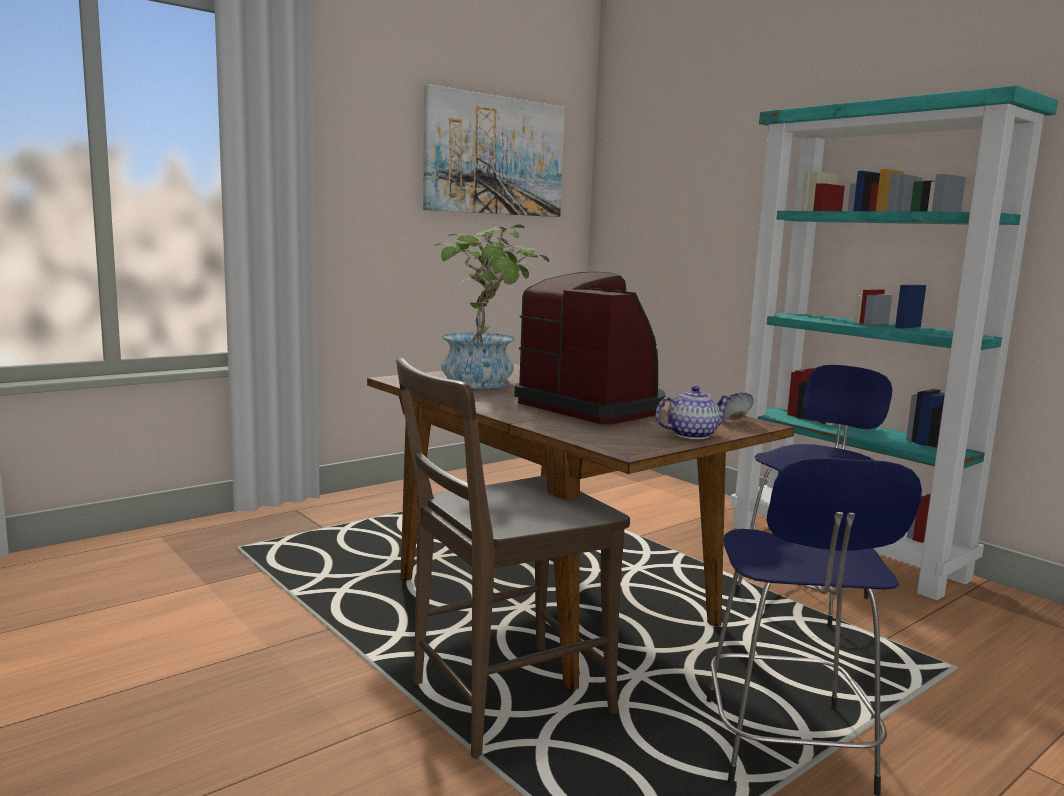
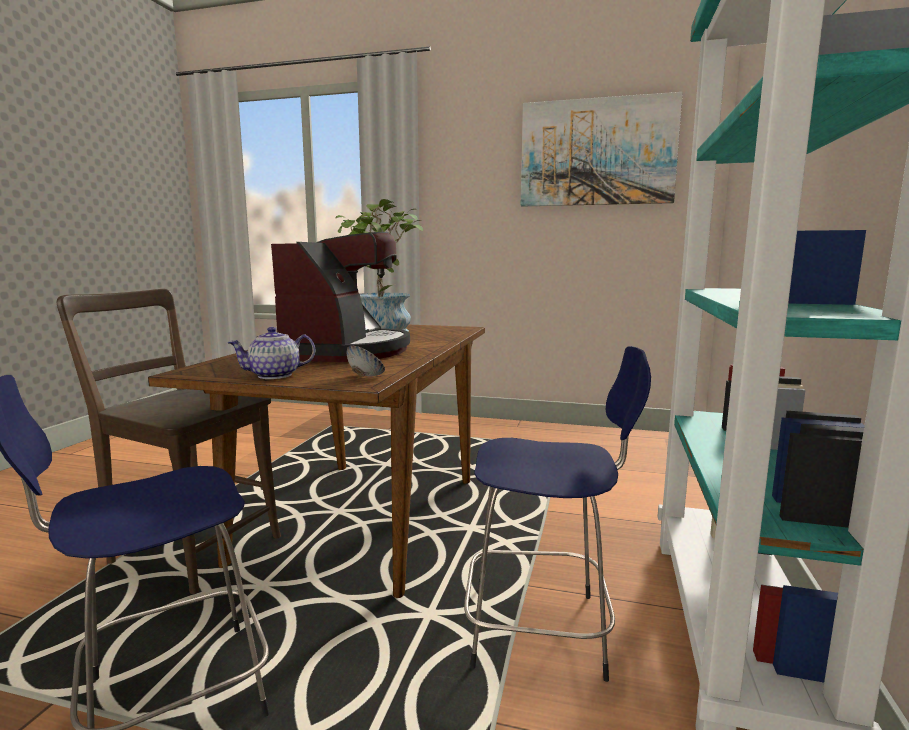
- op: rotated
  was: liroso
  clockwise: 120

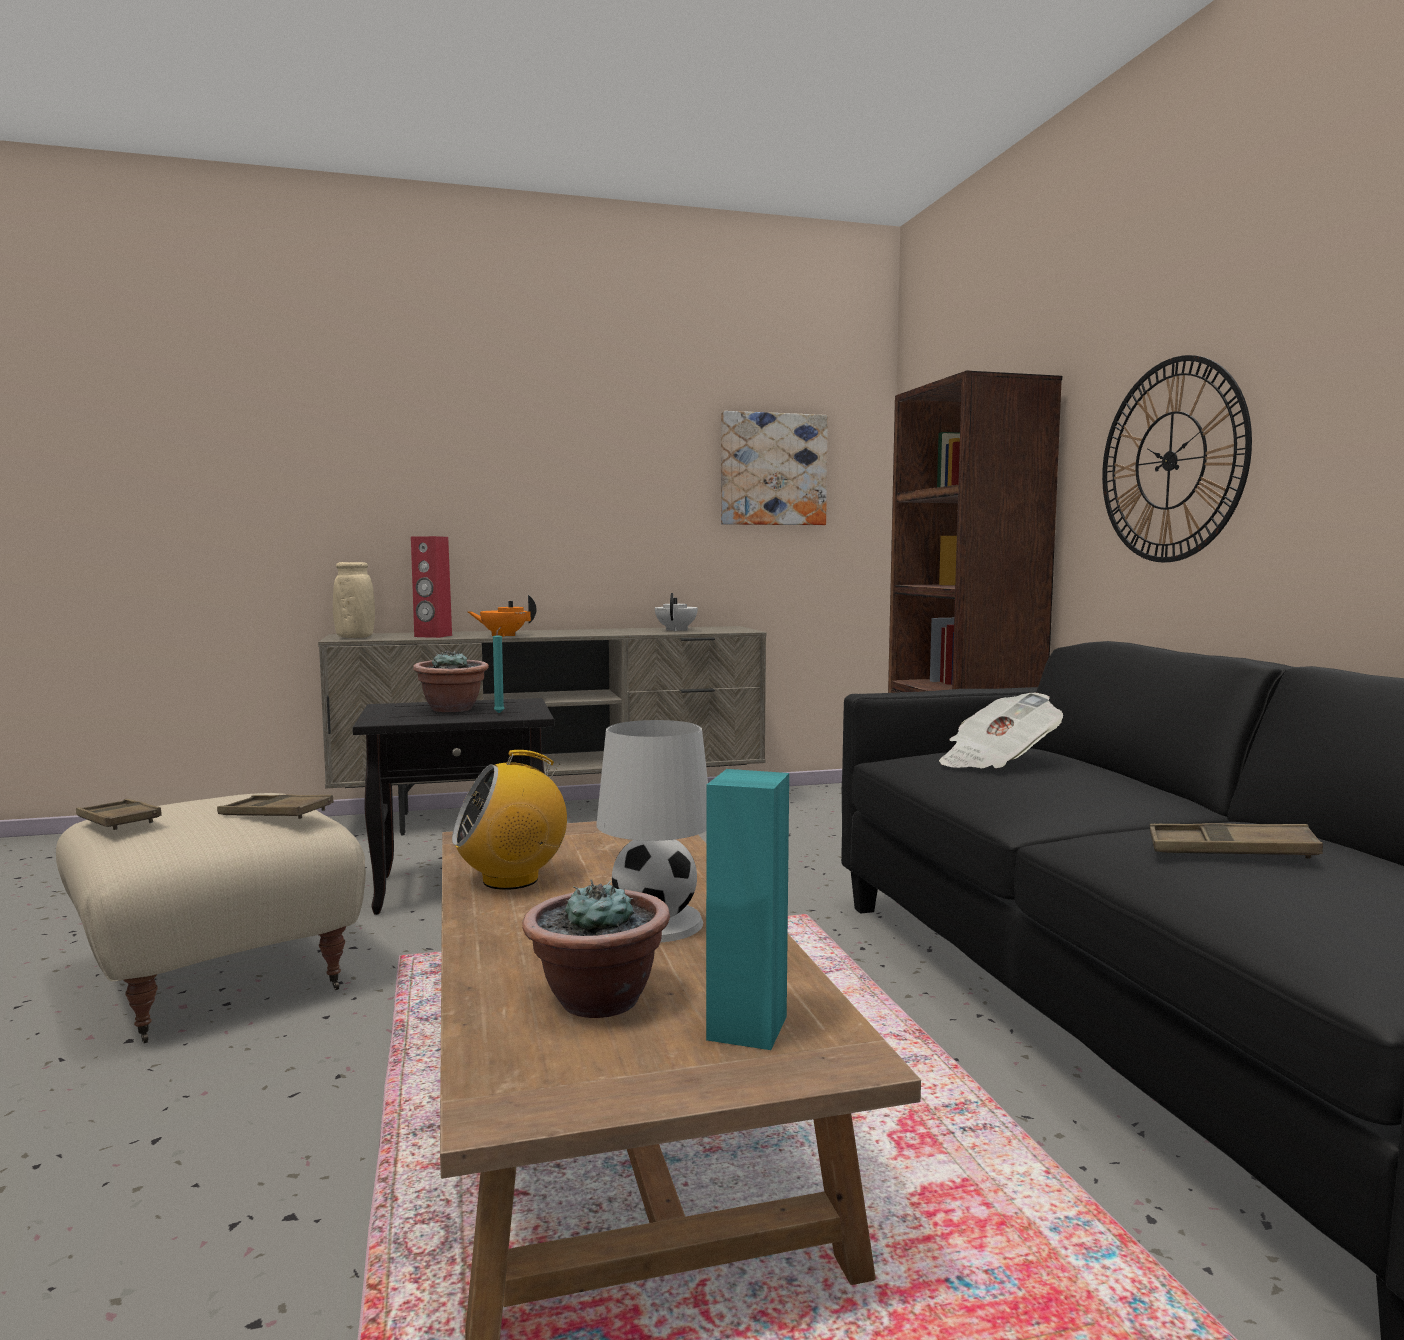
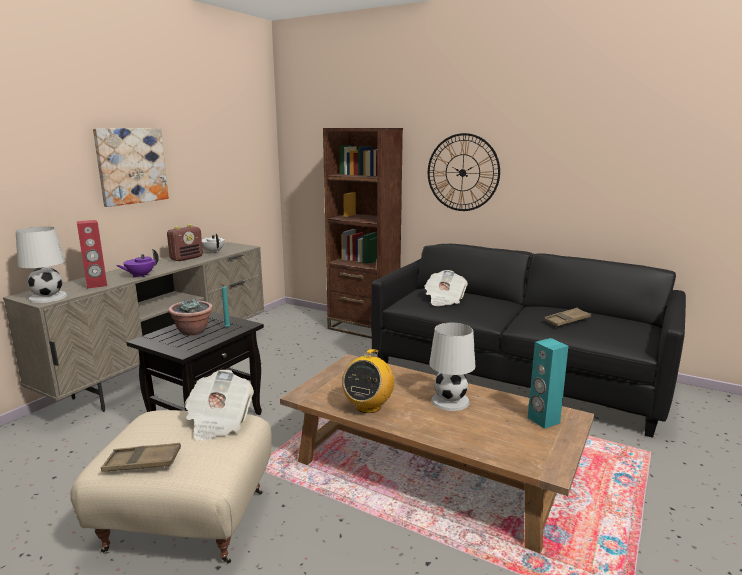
- op: swapped
  was: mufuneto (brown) (no. 2 from left)
  now: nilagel (no. 1 from left)
- op: swapped
  was: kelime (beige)
  now: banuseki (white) (no. 1 from left)
- op: repainted
  was: liroso (orange)
  now: liroso (purple)
- op: gone
  was: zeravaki (no. 2 from left)
- op: shifted
  was: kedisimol
- op: new
  now: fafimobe (no. 1 from left)

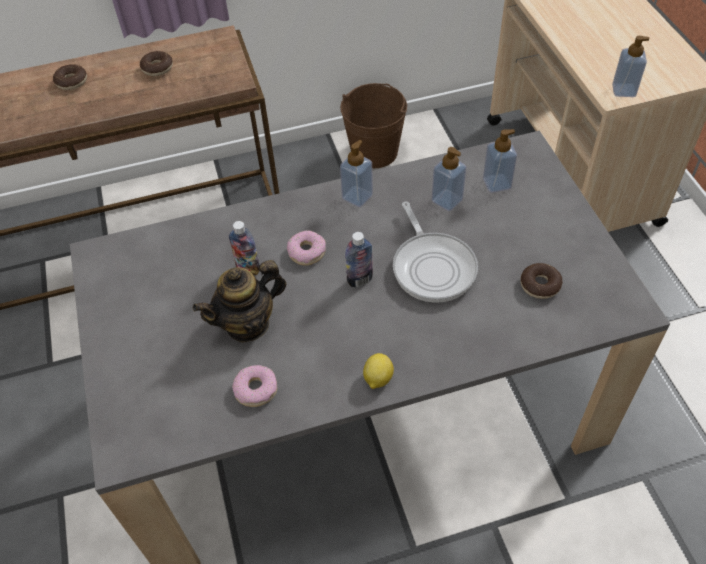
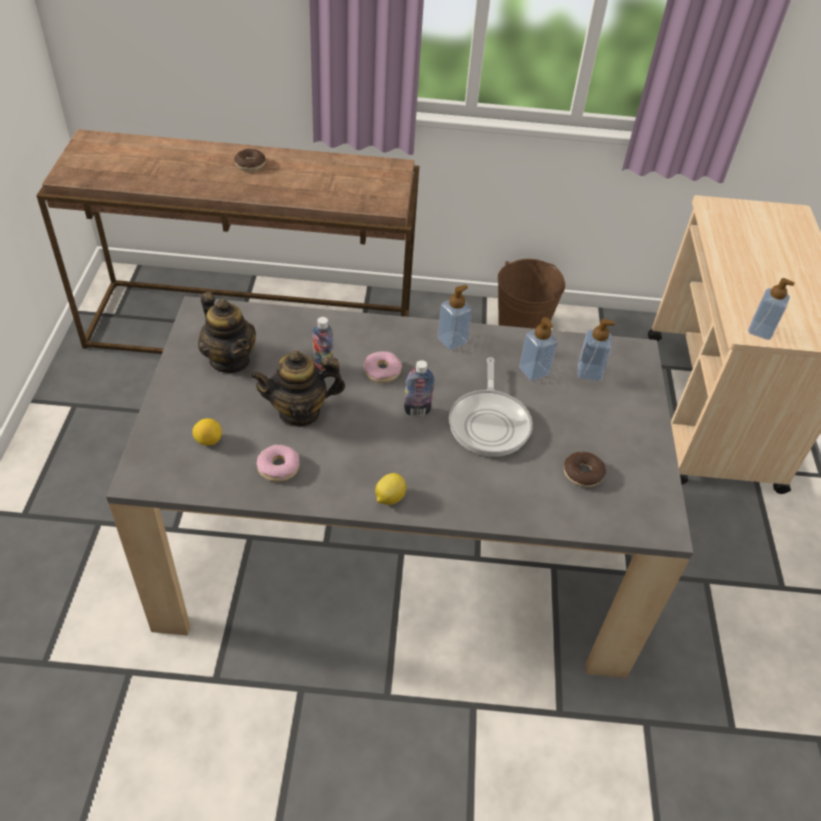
- op: gone
  was: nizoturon (no. 2 from left)
- op: new
  now: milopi (no. 1 from left)
- op: new
  now: liroso (no. 1 from left)

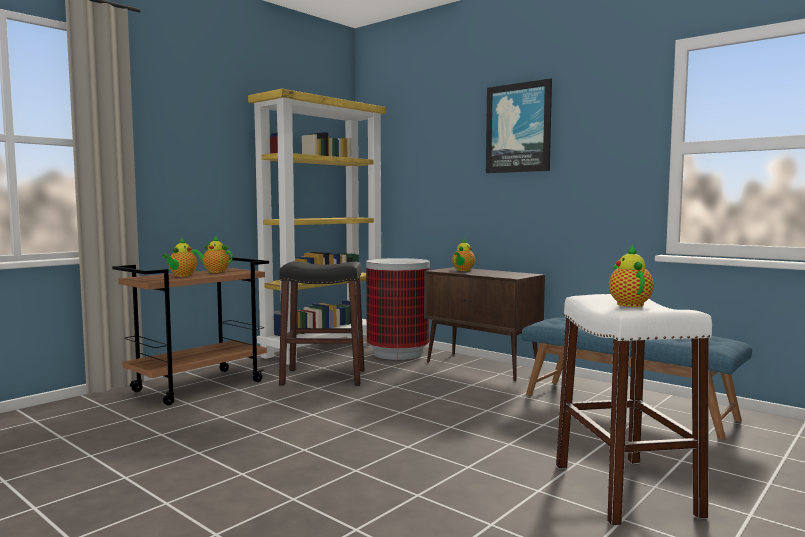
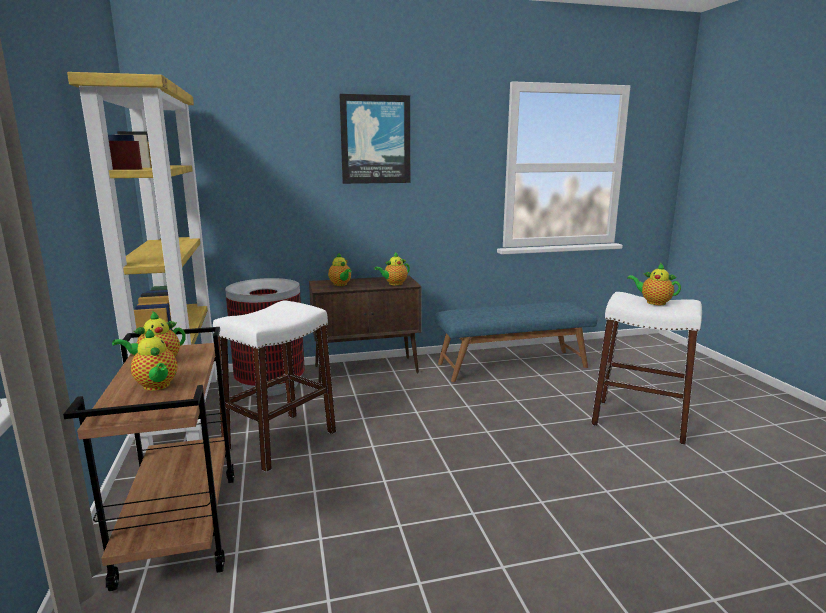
- op: repainted
  was: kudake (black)
  now: kudake (white) (no. 1 from left)
- op: new
  now: liroso (no. 4 from left)

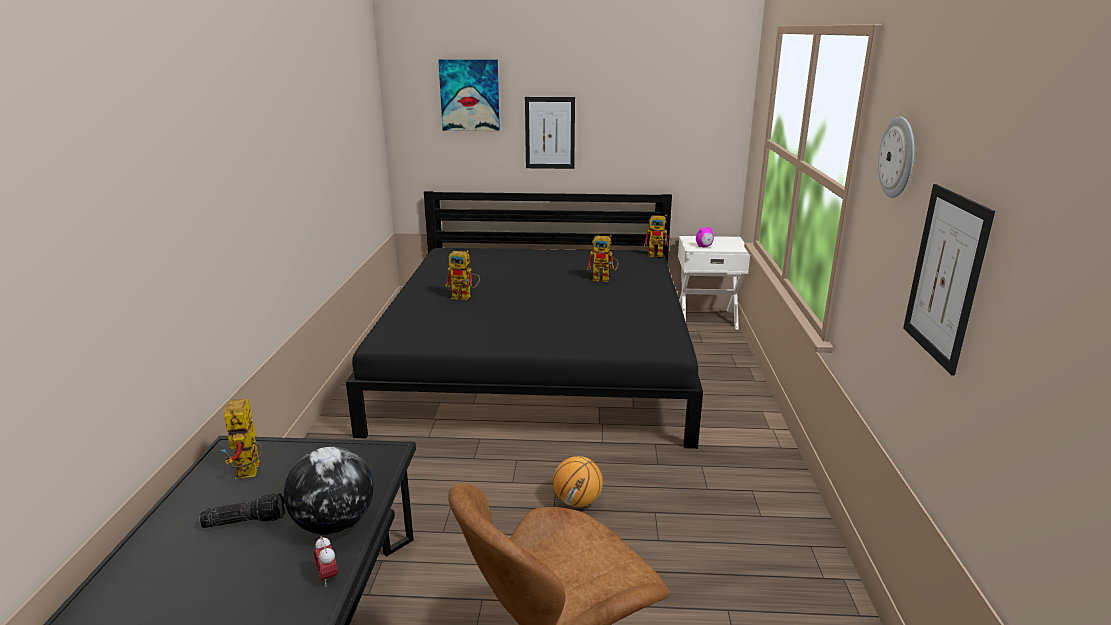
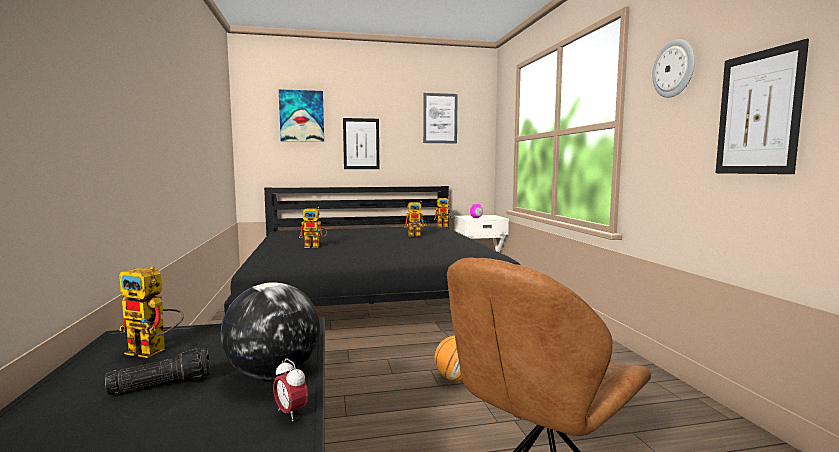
- op: rotated
  was: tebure (no. 1 from left)
  clockwise: -45
- op: new
  now: kedisimol (no. 3 from left)

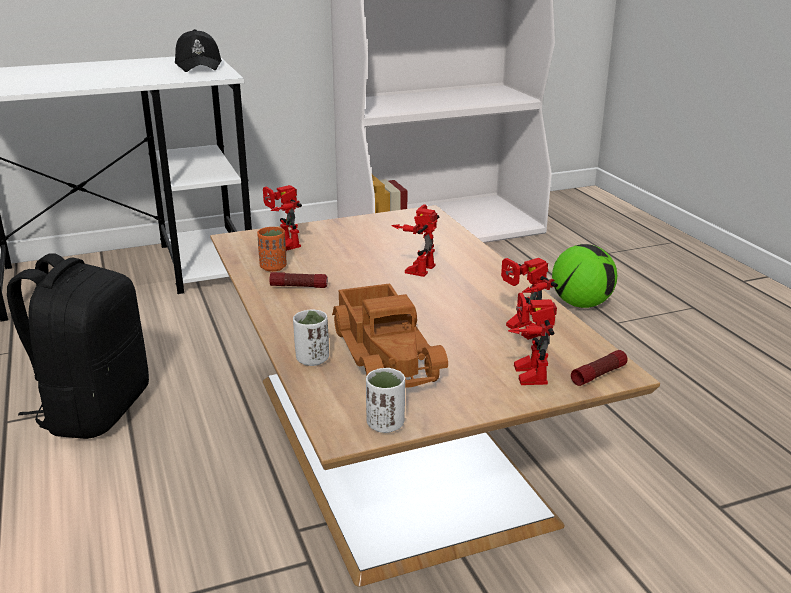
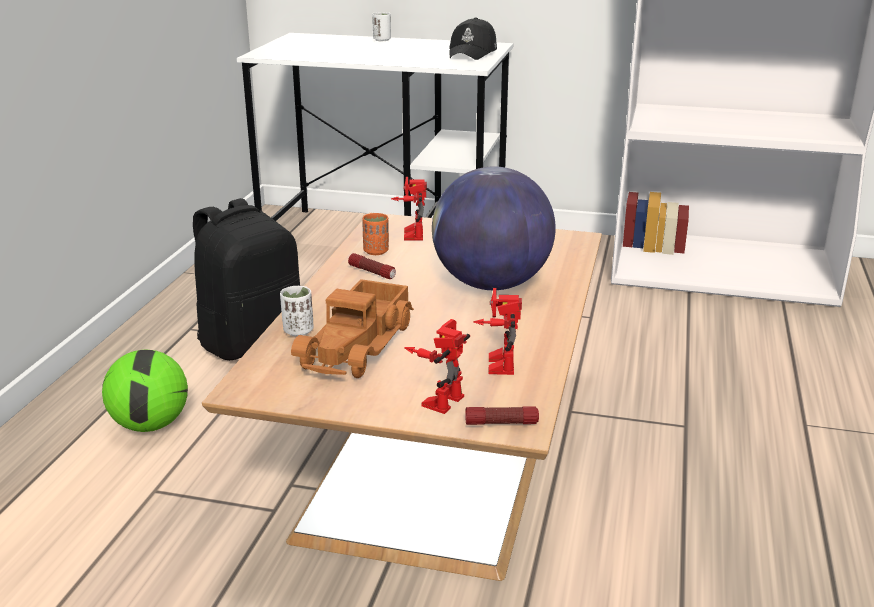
- op: shifted
  was: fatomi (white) (no. 2 from left)
- op: swapped
  was: tebure (no. 2 from left)
  now: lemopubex
- op: shifted
  was: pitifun

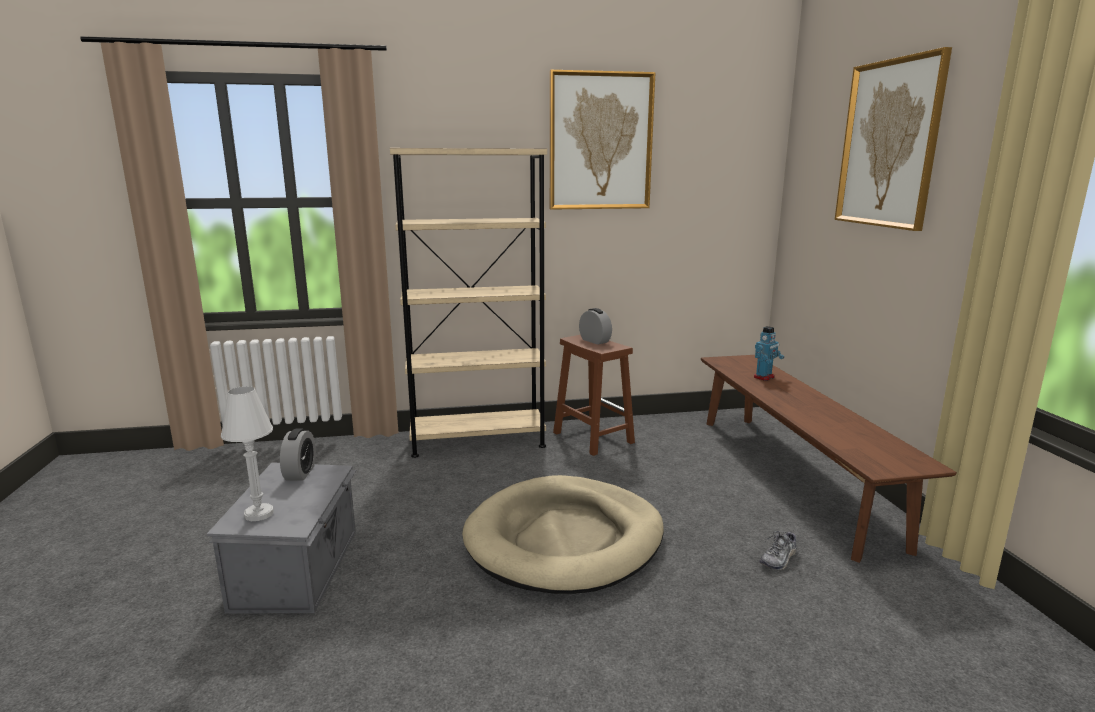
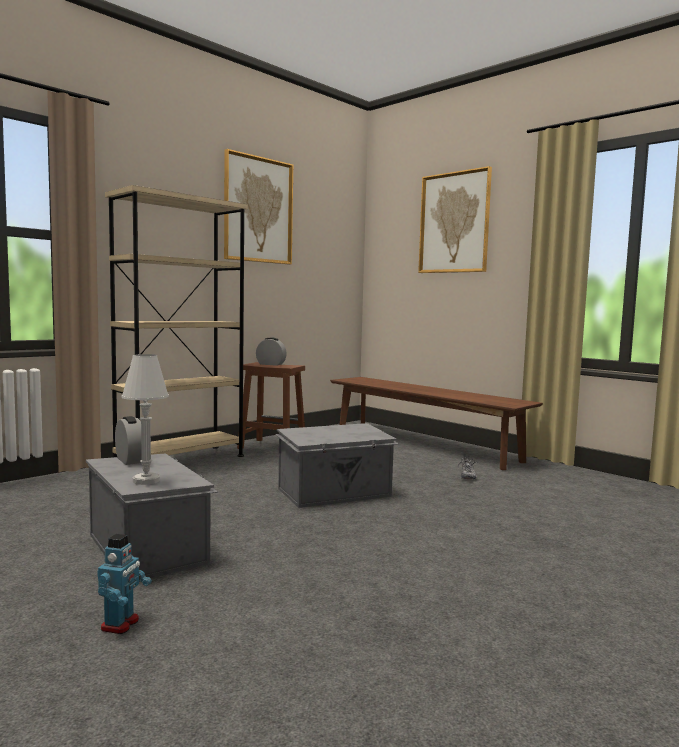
- op: swapped
  was: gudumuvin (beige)
  now: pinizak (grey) (no. 2 from left)
- op: shifted
  was: tebure

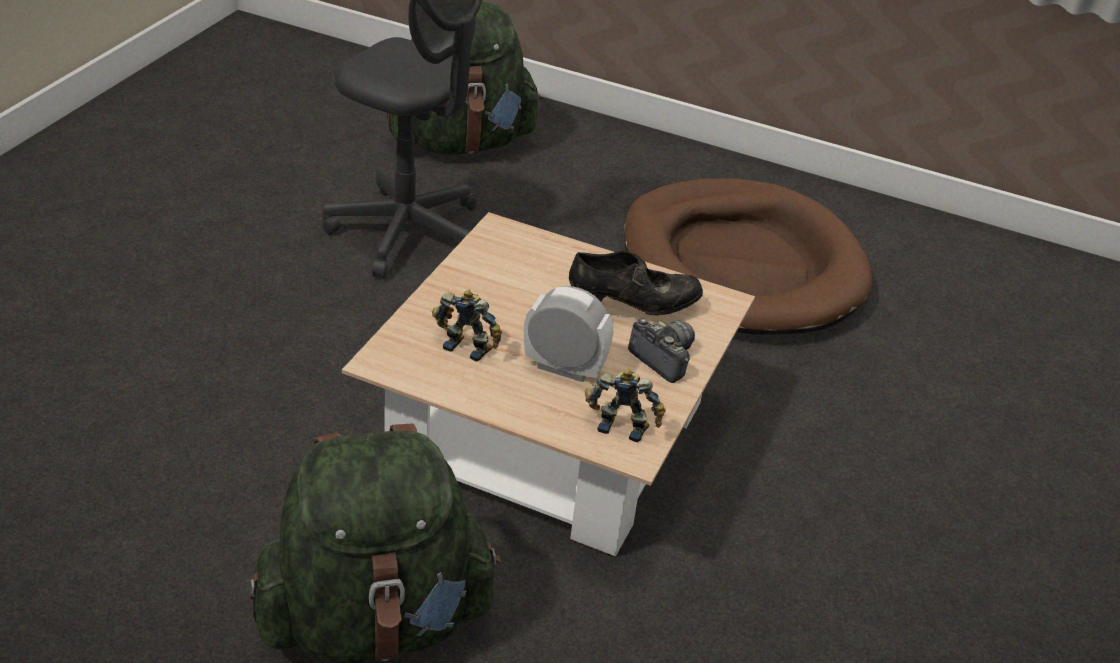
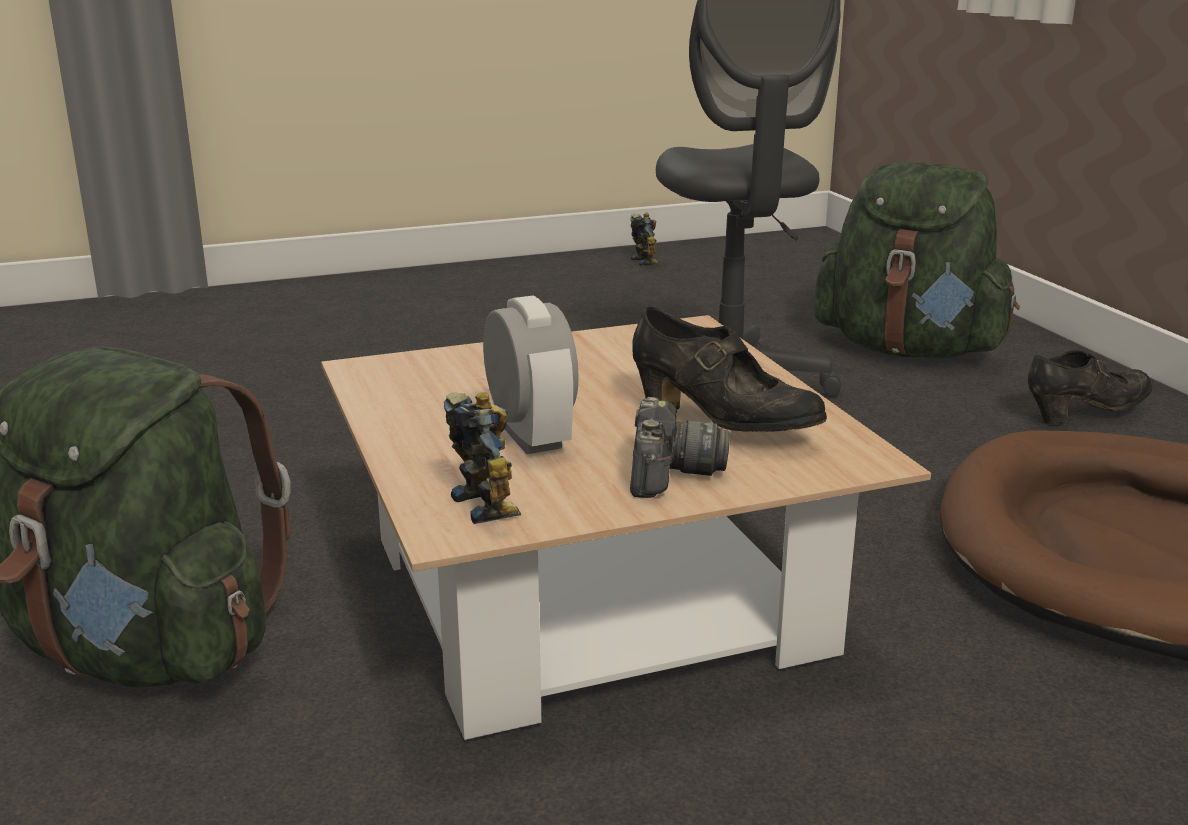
- op: shifted
  was: tebure (no. 1 from left in the first image)
  now: tebure (no. 2 from left)
- op: new
  now: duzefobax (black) (no. 2 from left)

